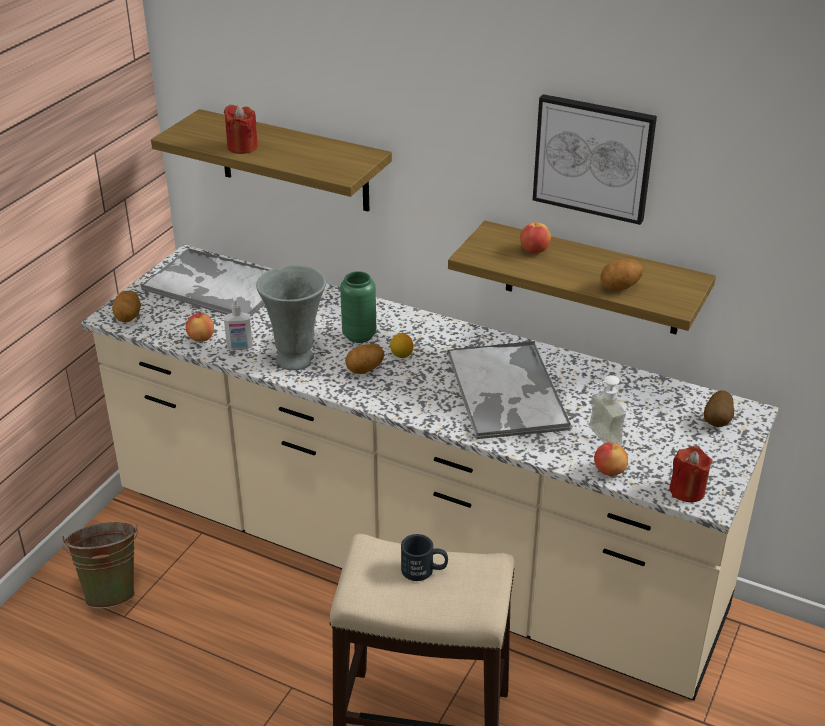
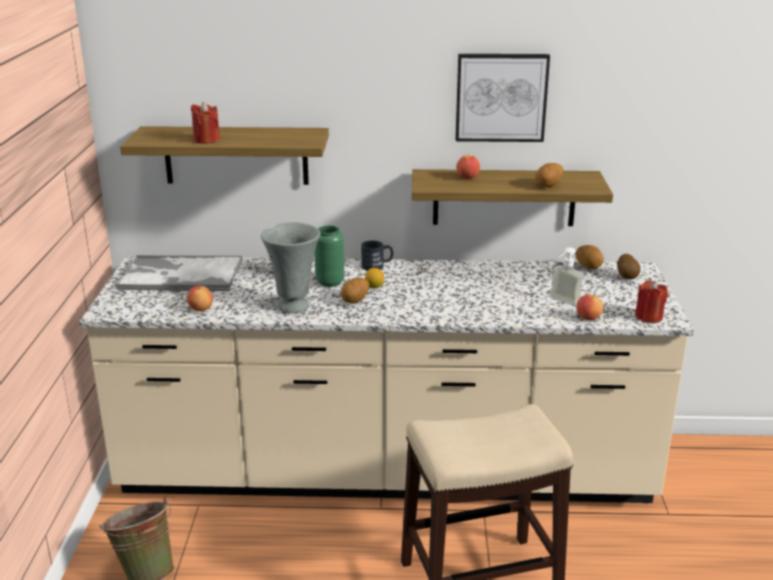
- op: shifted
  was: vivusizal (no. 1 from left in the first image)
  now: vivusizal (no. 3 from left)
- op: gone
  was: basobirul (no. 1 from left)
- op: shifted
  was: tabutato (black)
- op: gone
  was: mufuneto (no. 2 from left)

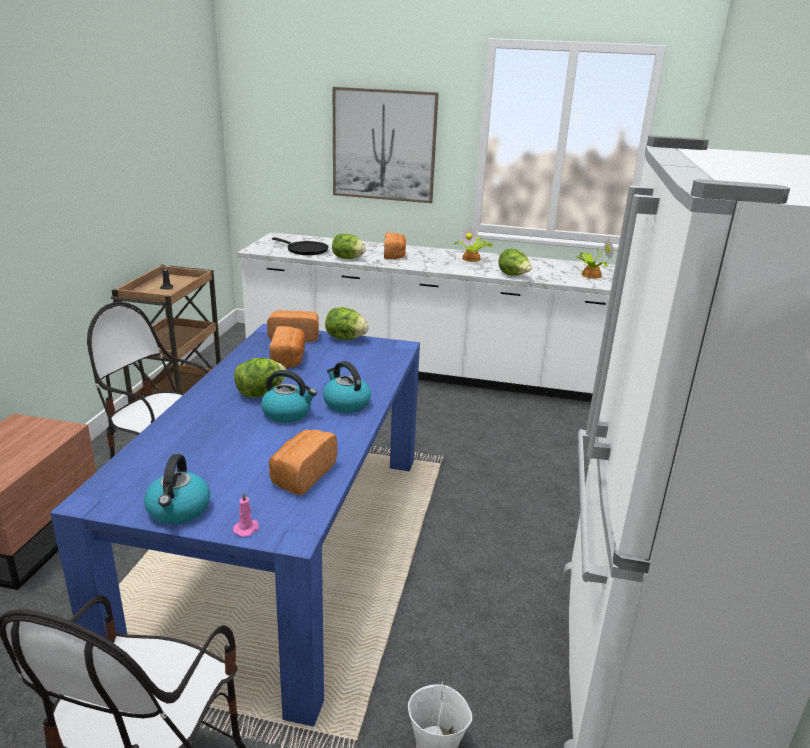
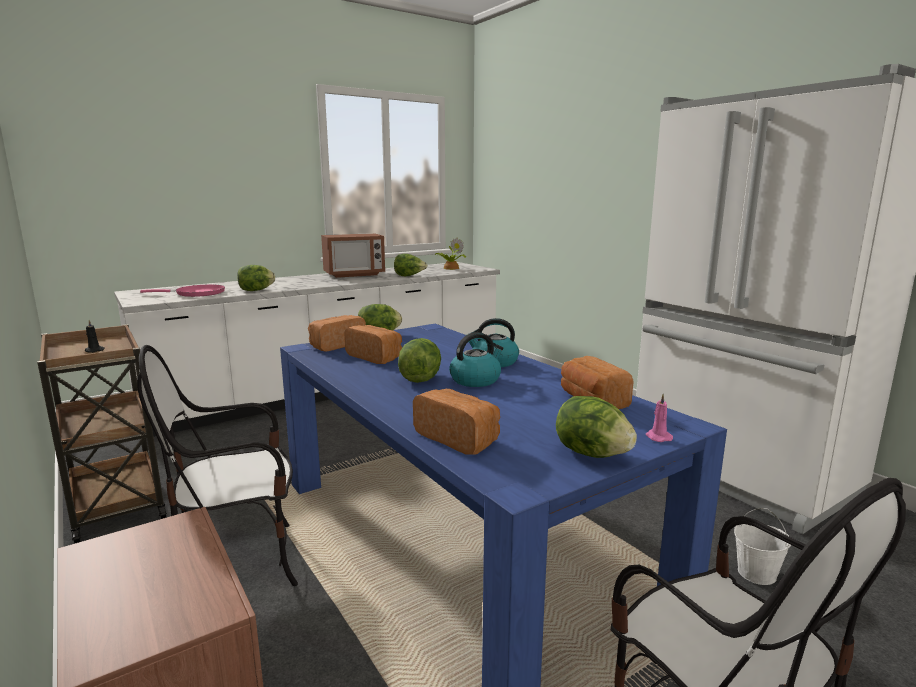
- op: swapped
  was: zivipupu (no. 1 from left)
  now: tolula (no. 5 from left)
- op: repainted
  was: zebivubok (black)
  now: zebivubok (pink)
- op: gone
  was: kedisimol
- op: shifted
  was: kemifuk (no. 4 from left in the first image)
  now: kemifuk (no. 3 from left)
- op: swapped
  was: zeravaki (no. 1 from left)
  now: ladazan

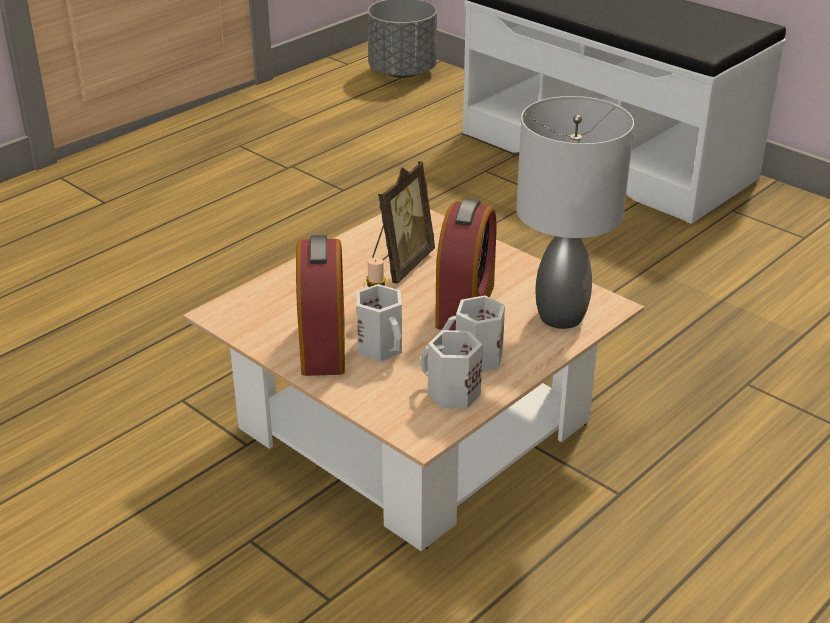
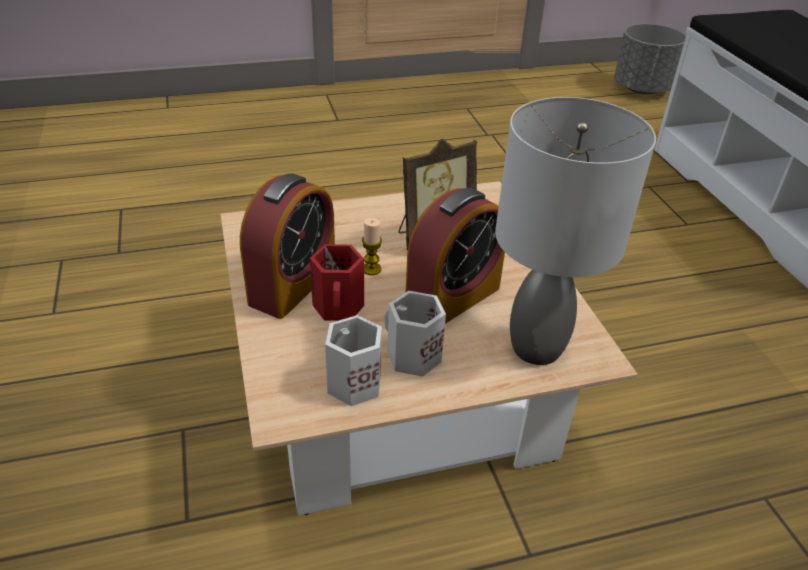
- op: repainted
  was: tabutato (white) (no. 1 from left)
  now: tabutato (red)

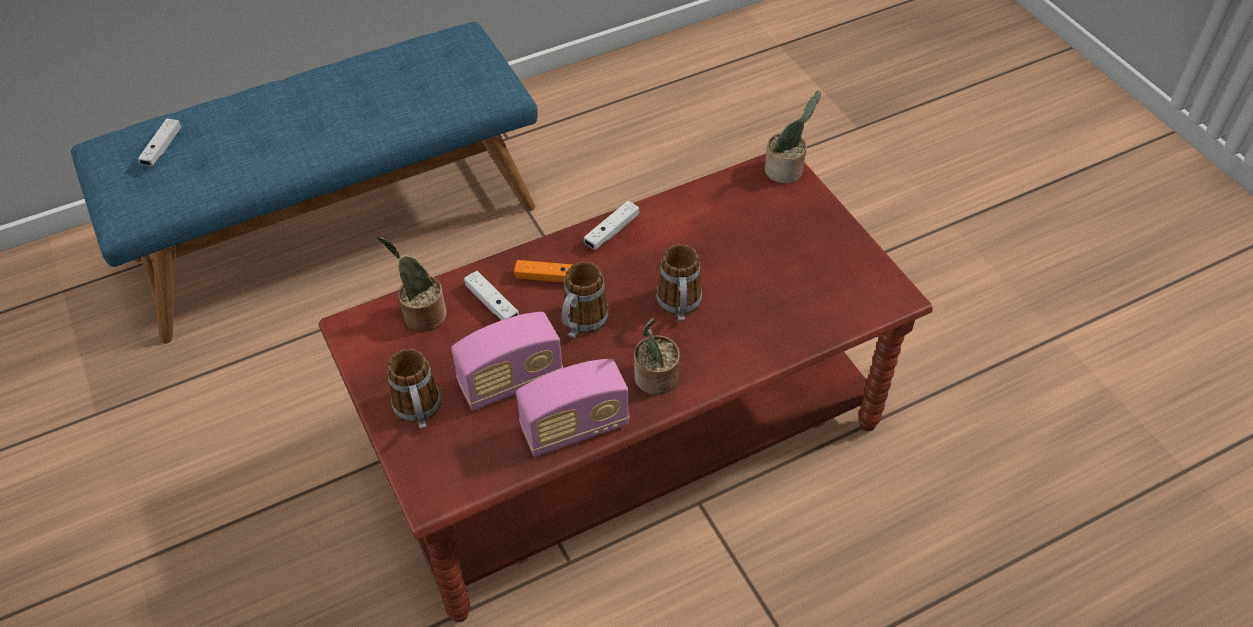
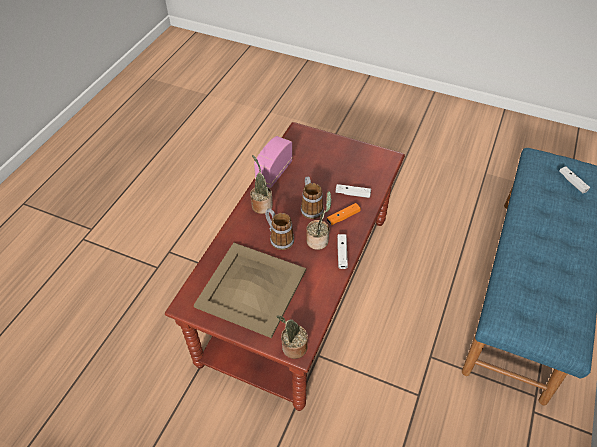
- op: shifted
  was: zeravaki (no. 1 from left in the first image)
  now: zeravaki (no. 3 from left)
- op: gone
  was: tabutato (no. 1 from left)
- op: gone
  was: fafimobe (no. 1 from left)
- op: new
  now: mufuneto (beige)

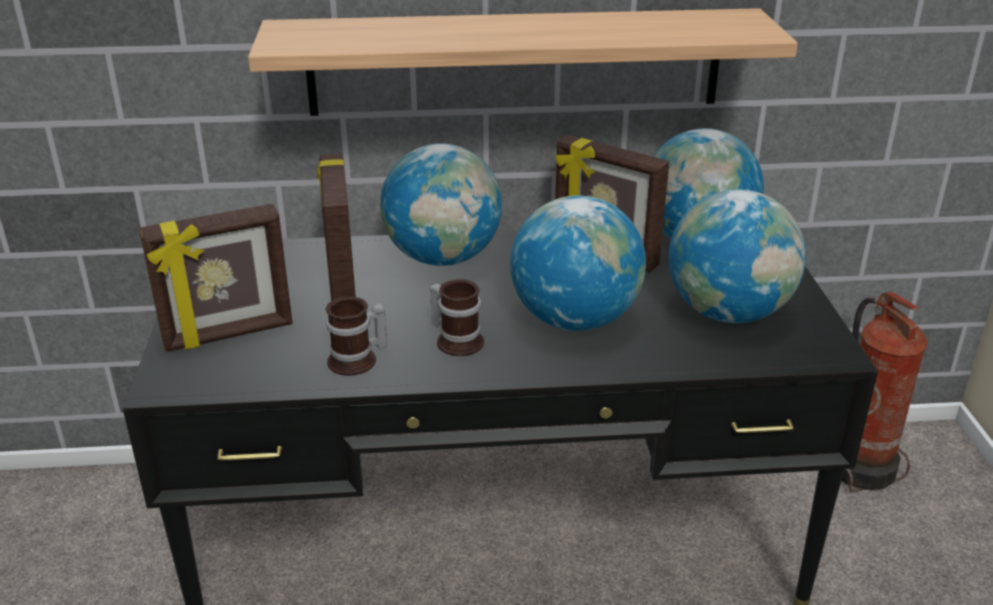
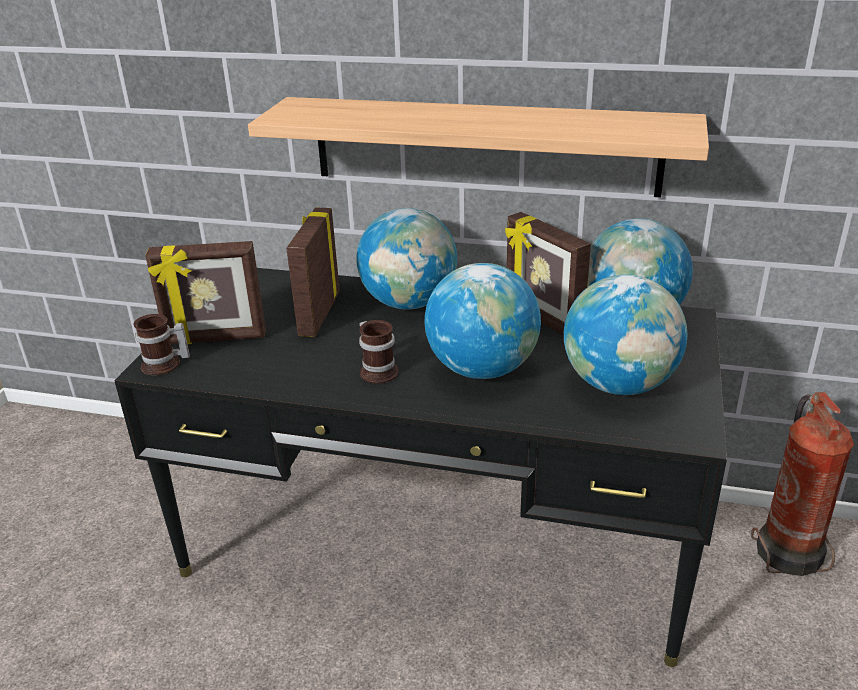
- op: shifted
  was: tabutato (no. 1 from left)

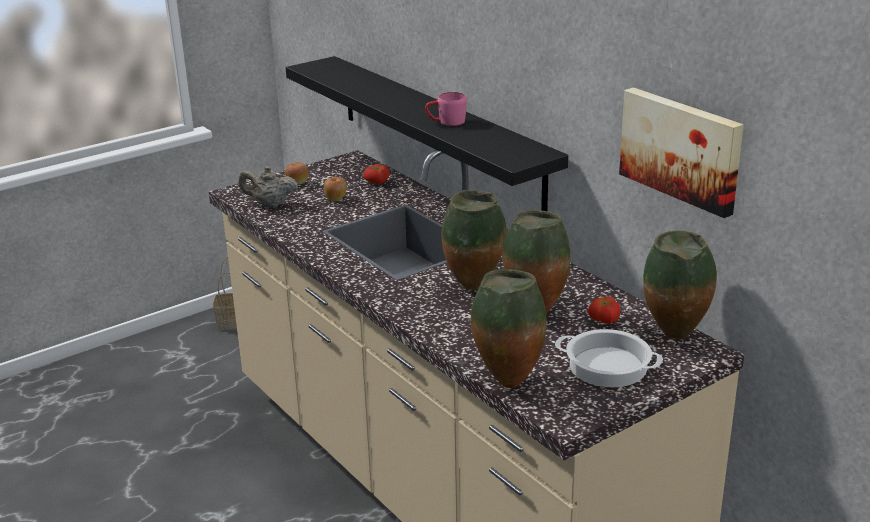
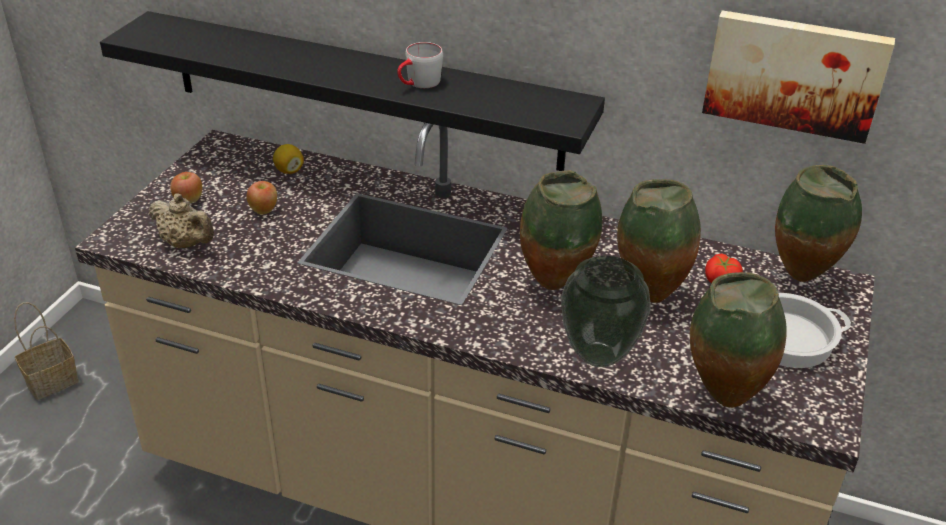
- op: rotated
  was: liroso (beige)
  clockwise: -120
- op: swapped
  was: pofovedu (no. 1 from left)
  now: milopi
- op: repainted
  was: tabutato (pink)
  now: tabutato (grey)
- op: new
  now: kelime (no. 2 from left)

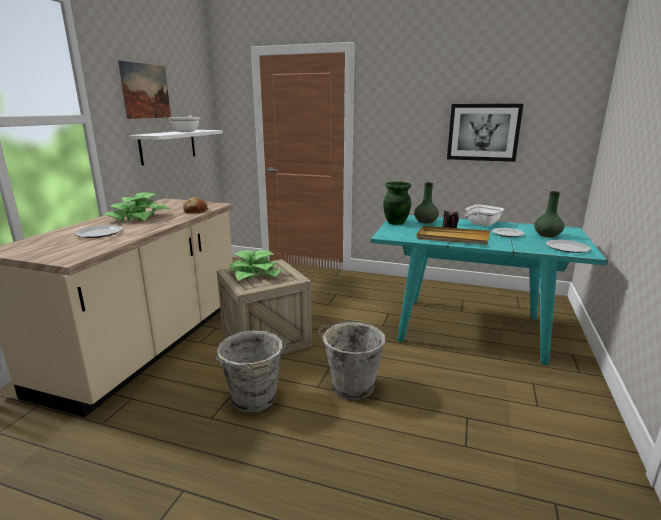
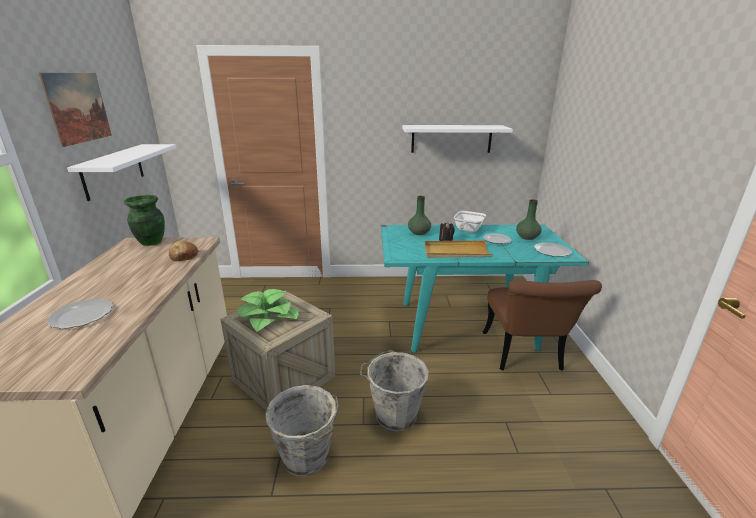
- op: gone
  was: zeravaki (no. 1 from left)
- op: gone
  was: zebivubok (no. 1 from left)
- op: shifted
  was: kelime (green) (no. 1 from left)
- op: swapped
  was: kedisimol (no. 2 from left)
  now: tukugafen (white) (no. 2 from left)
- op: new
  now: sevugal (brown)

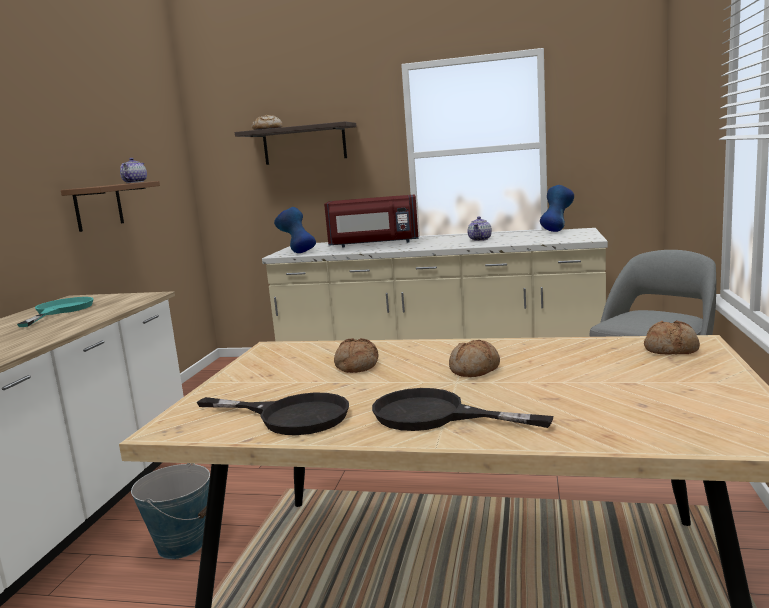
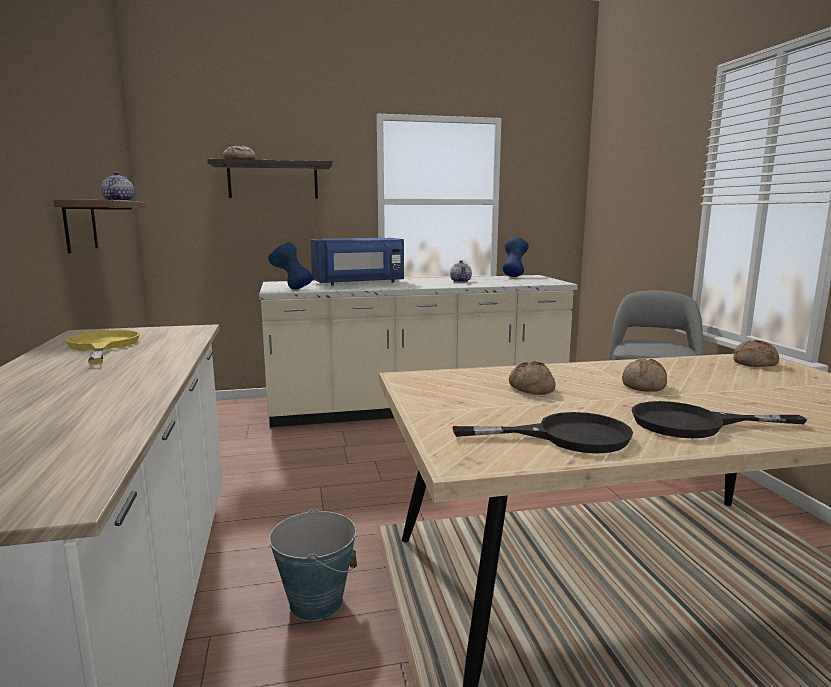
- op: repainted
  was: zebivubok (turquoise)
  now: zebivubok (yellow)
- op: repainted
  was: ladazan (red)
  now: ladazan (blue)

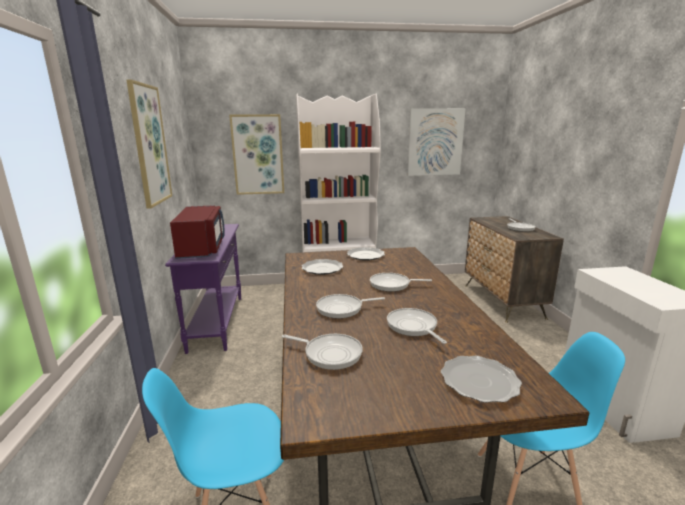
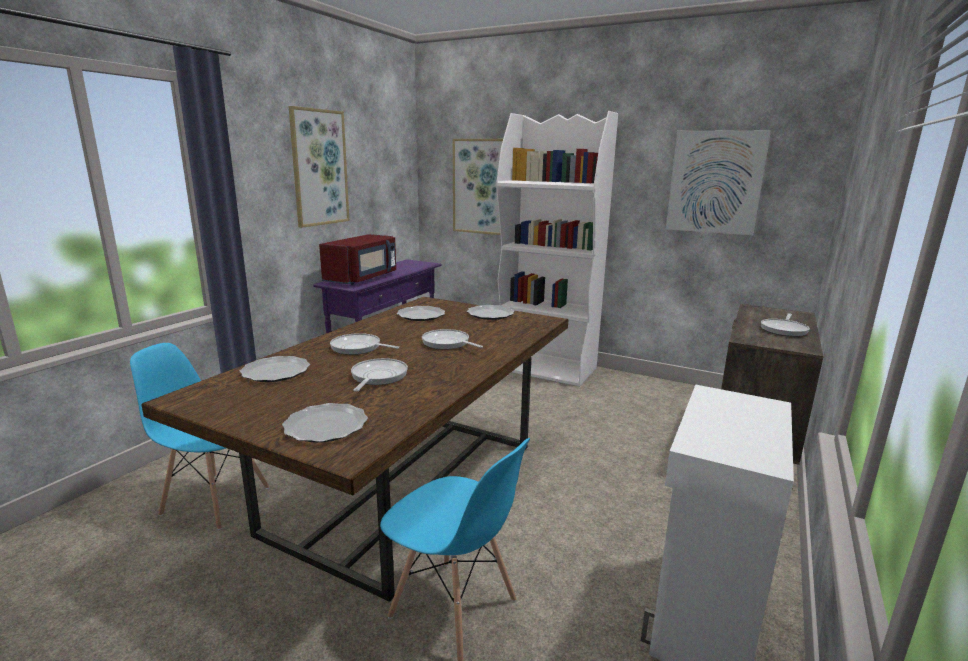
- op: swapped
  was: zebivubok (no. 1 from left)
  now: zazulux (no. 1 from left)

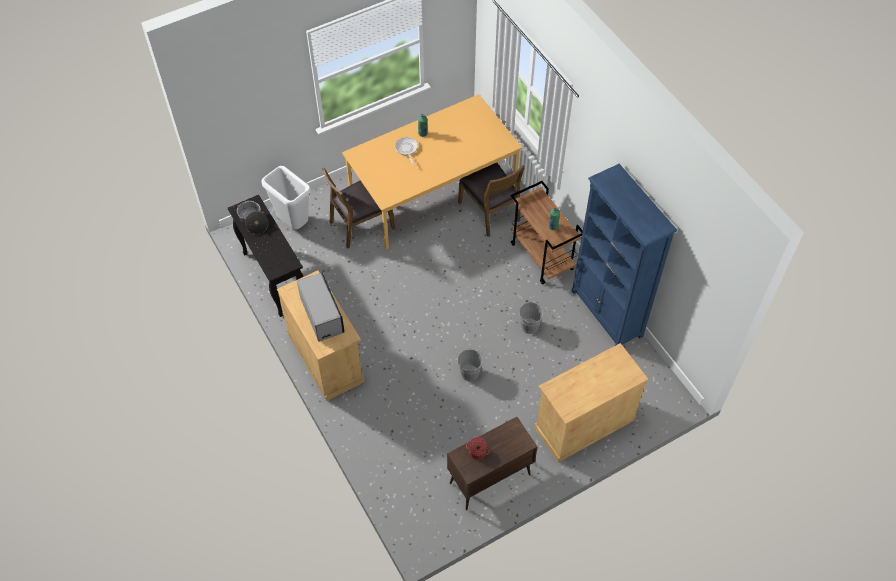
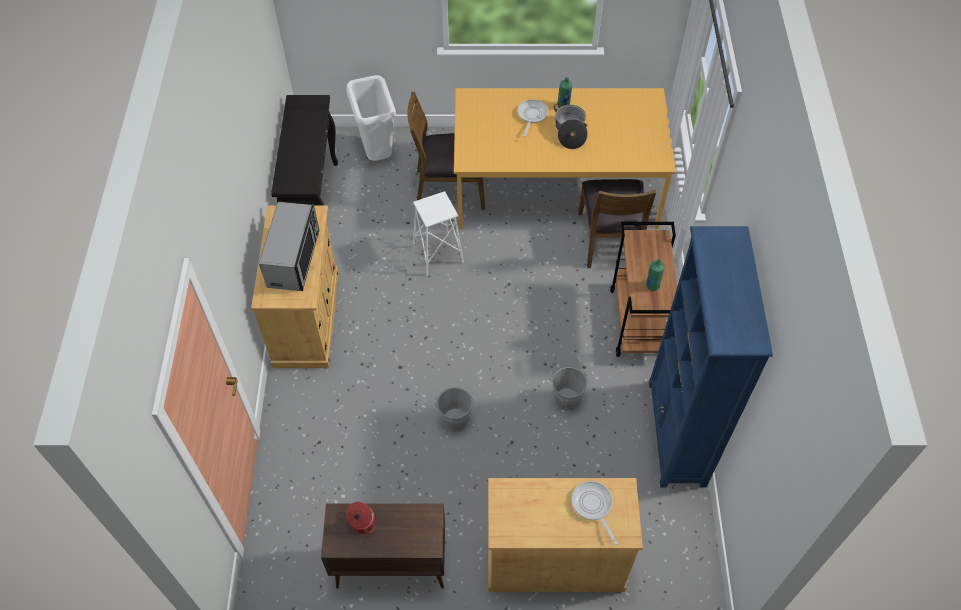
- op: shifted
  was: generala (no. 1 from left in the first image)
  now: generala (no. 2 from left)
- op: new
  now: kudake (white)
- op: new
  now: zebivubok (no. 2 from left)

